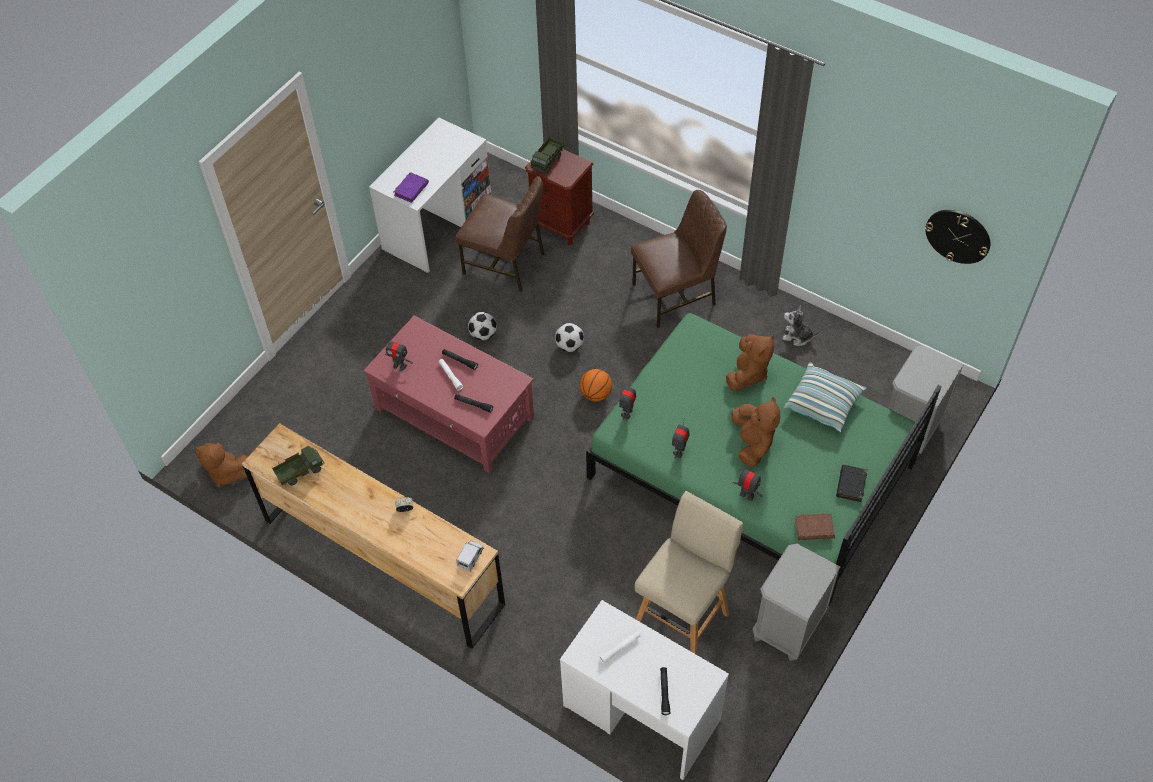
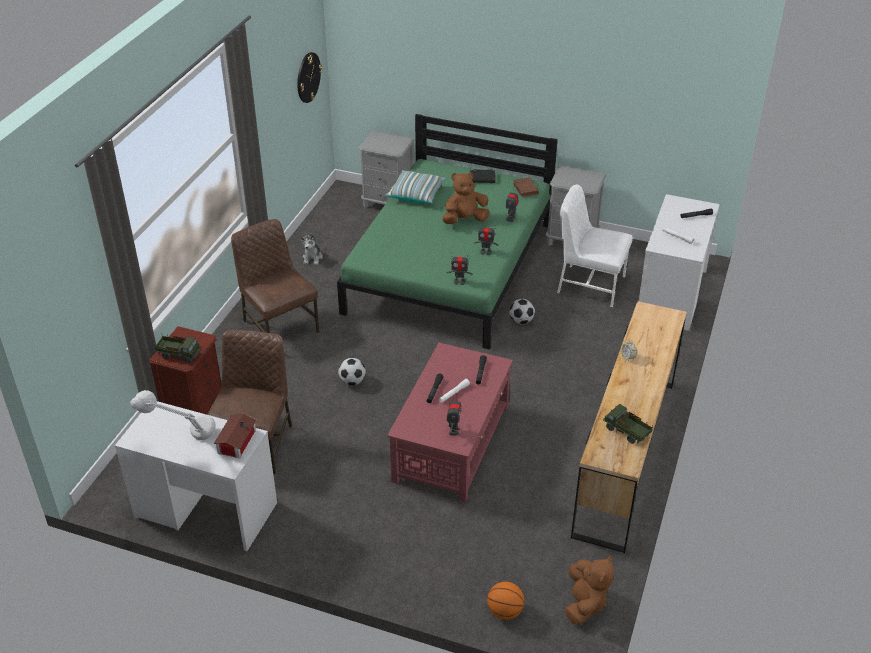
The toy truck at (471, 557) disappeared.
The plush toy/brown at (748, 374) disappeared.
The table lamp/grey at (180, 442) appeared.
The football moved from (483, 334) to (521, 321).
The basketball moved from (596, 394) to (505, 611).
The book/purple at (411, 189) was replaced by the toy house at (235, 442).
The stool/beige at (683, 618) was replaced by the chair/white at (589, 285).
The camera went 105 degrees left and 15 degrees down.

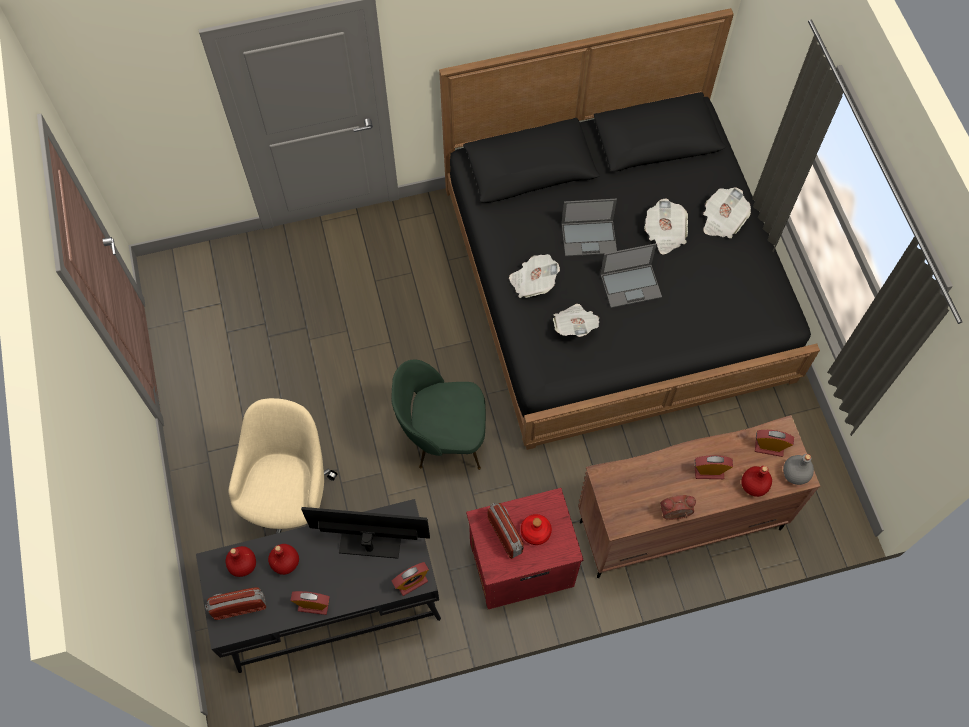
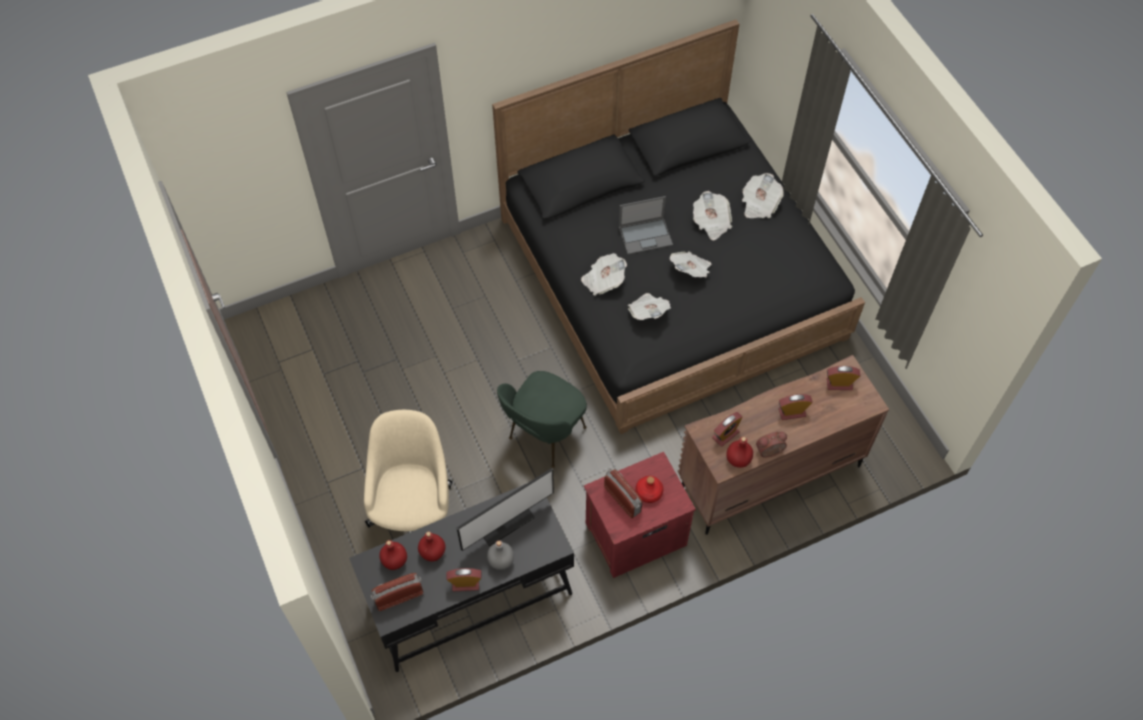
The alarm clock moved from (411, 582) to (725, 435).
The bottle/red moved from (753, 486) to (738, 459).
The bottle/grey moved from (794, 475) to (501, 561).
The laptop at (631, 285) was replaced by the newspaper at (691, 270).
The monitor at (370, 542) turned 150 degrees clockwise.
The chair/green at (443, 440) turned 45 degrees counterclockwise.
The camera went 10 degrees left and 5 degrees down.

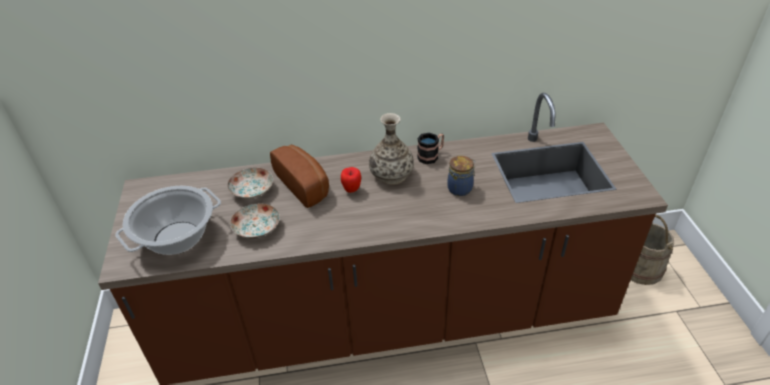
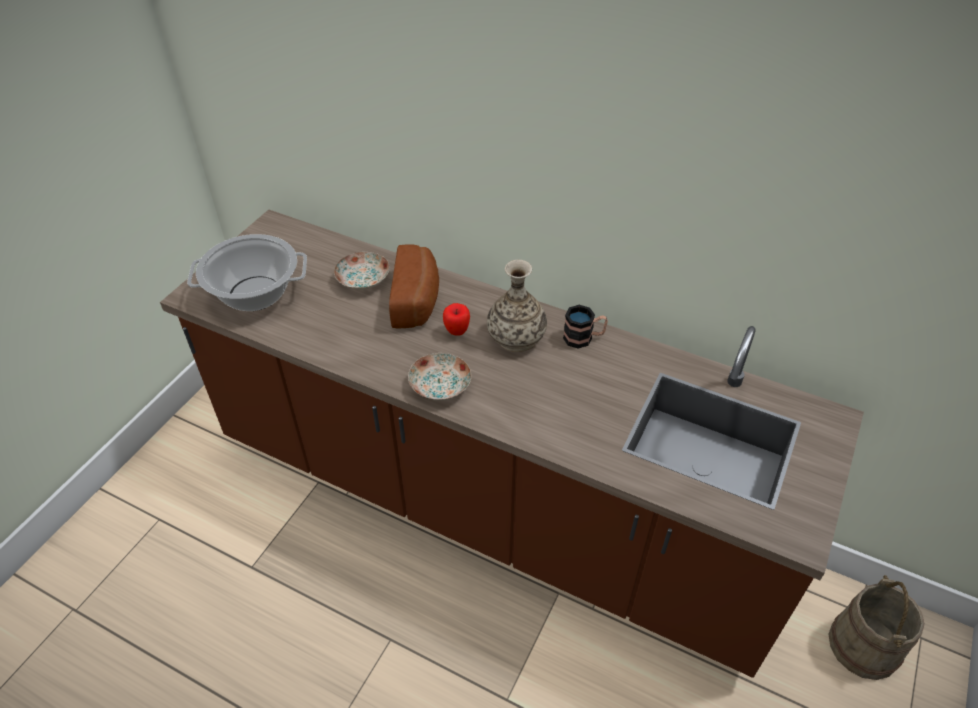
The jar at (461, 188) disappeared.
The plate moved from (256, 229) to (439, 386).
The camera went 35 degrees right and 5 degrees up.

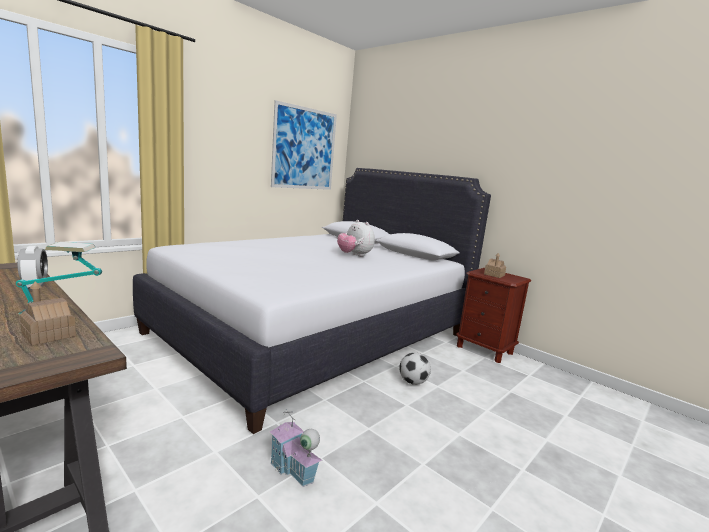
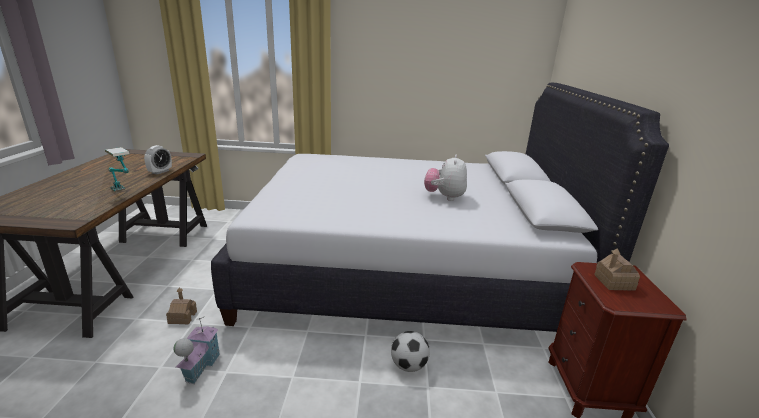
The picture at (304, 149) disappeared.
The toy house moved from (49, 335) to (182, 317).
The camera went 50 degrees right and 10 degrees up.

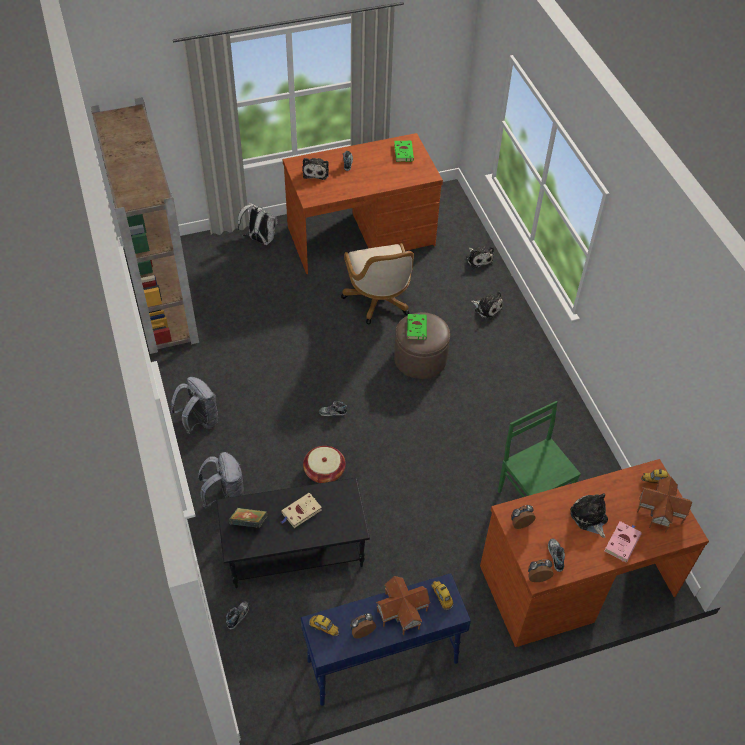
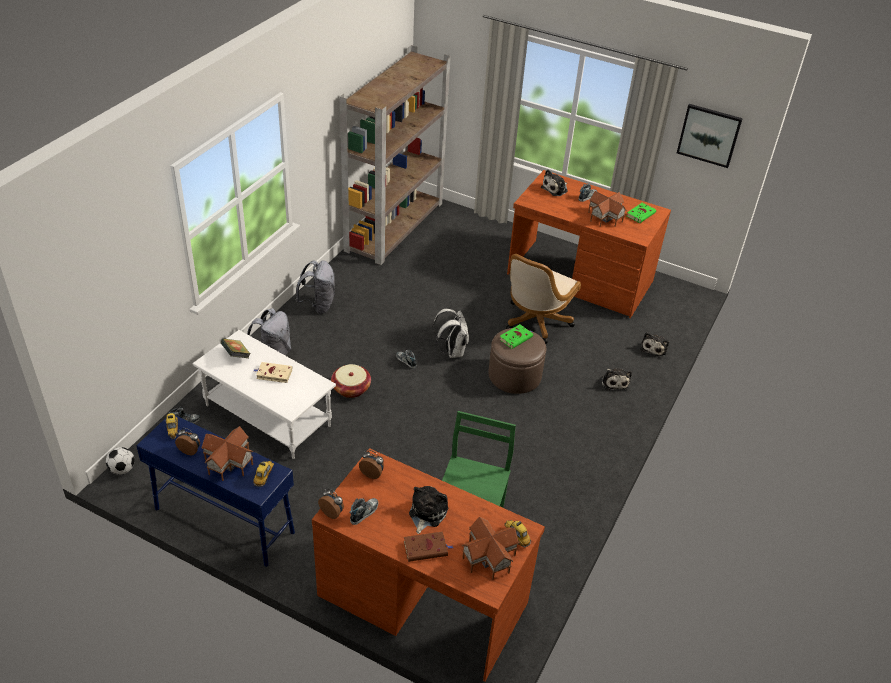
The football at (122, 469) appeared.
The toy house at (606, 217) appeared.
The picture at (709, 135) appeared.
The backpack/white moved from (260, 240) to (452, 351).
The coffee table/black at (295, 549) became the coffee table/white at (269, 415).
The book/pink at (622, 542) became the book/brown at (426, 548).
The camera went 45 degrees right and 10 degrees down.

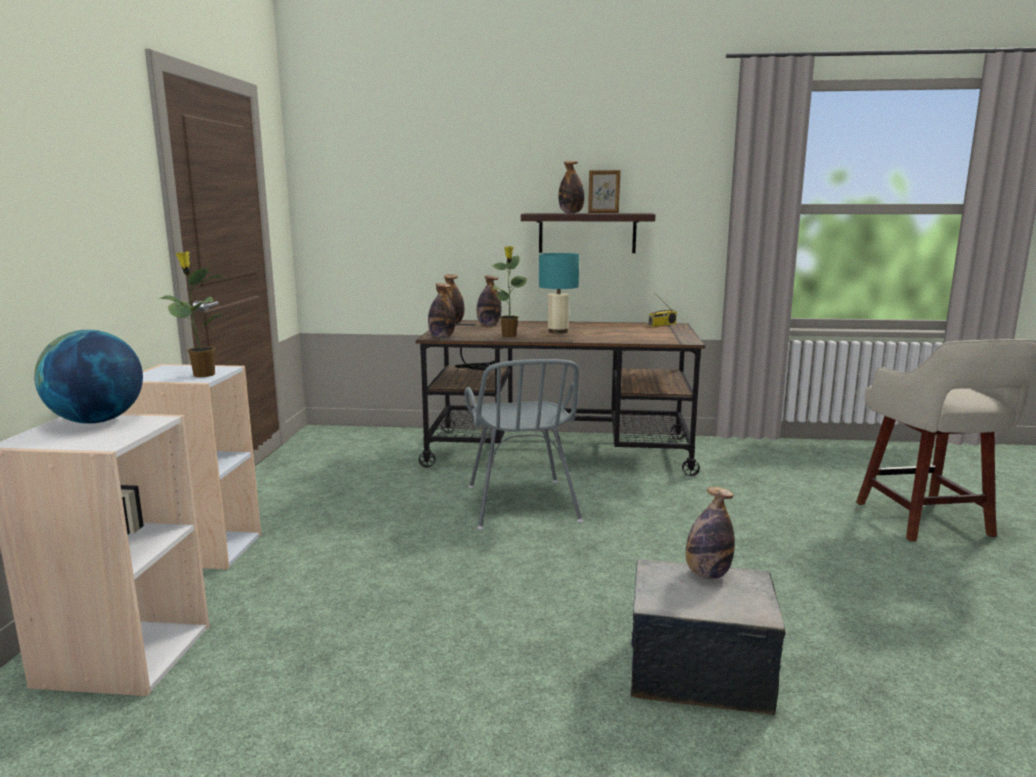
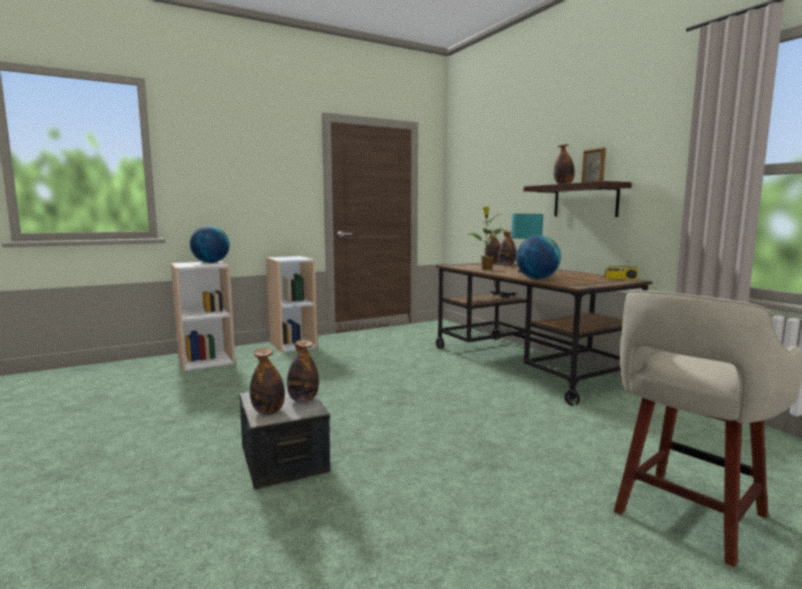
The potted plant at (202, 375) disappeared.
The chair/grey at (522, 505) disappeared.
The globe at (536, 278) appeared.
The bottle moved from (441, 337) to (268, 412).
The camera went 55 degrees right and 5 degrees down.

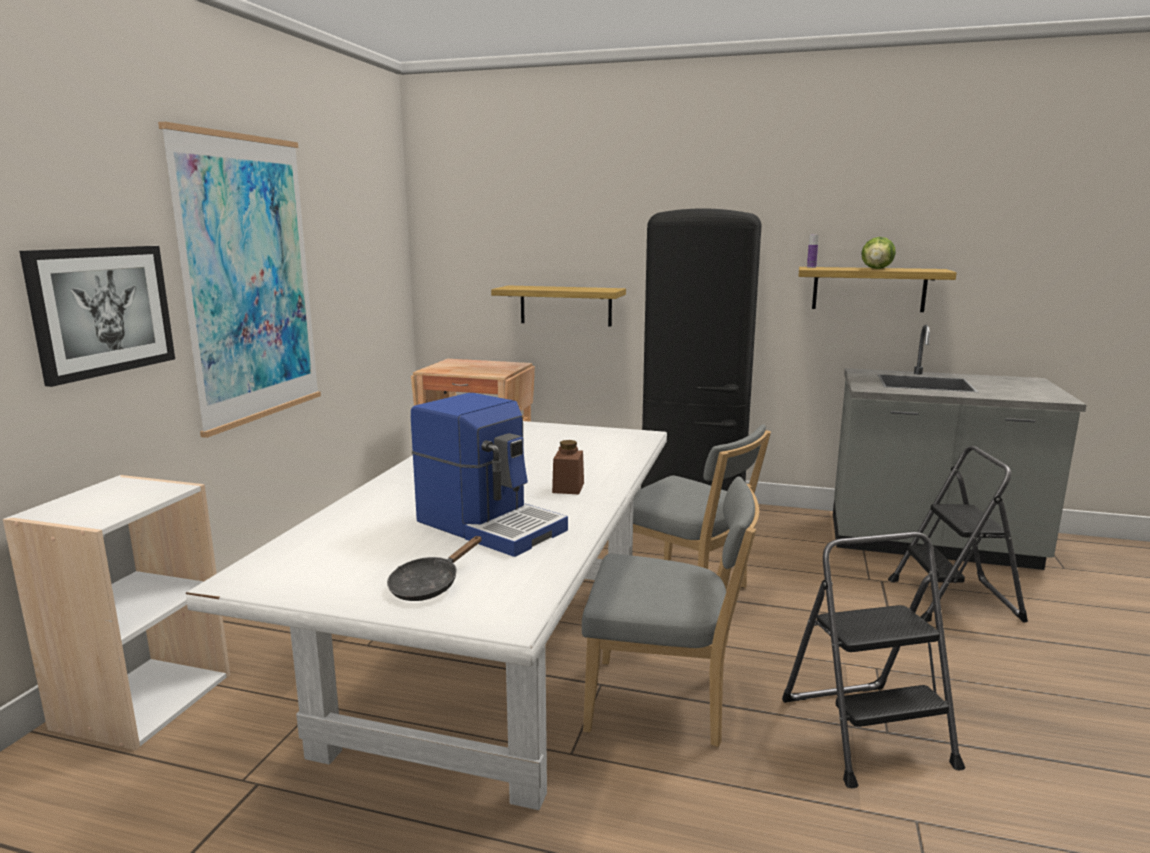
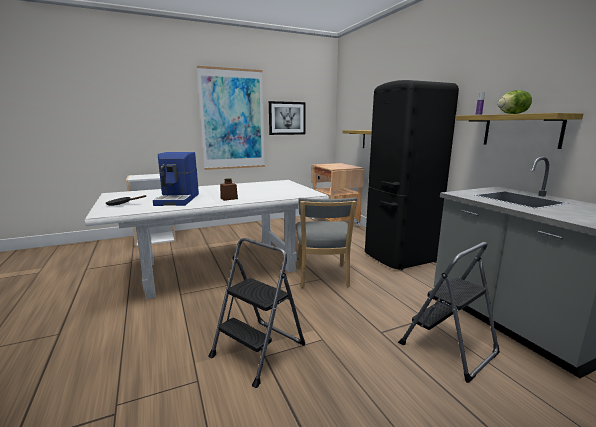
The chair/grey at (665, 703) disappeared.
The picture moved from (102, 311) to (287, 118).
The camera went 50 degrees right and 0 degrees up.

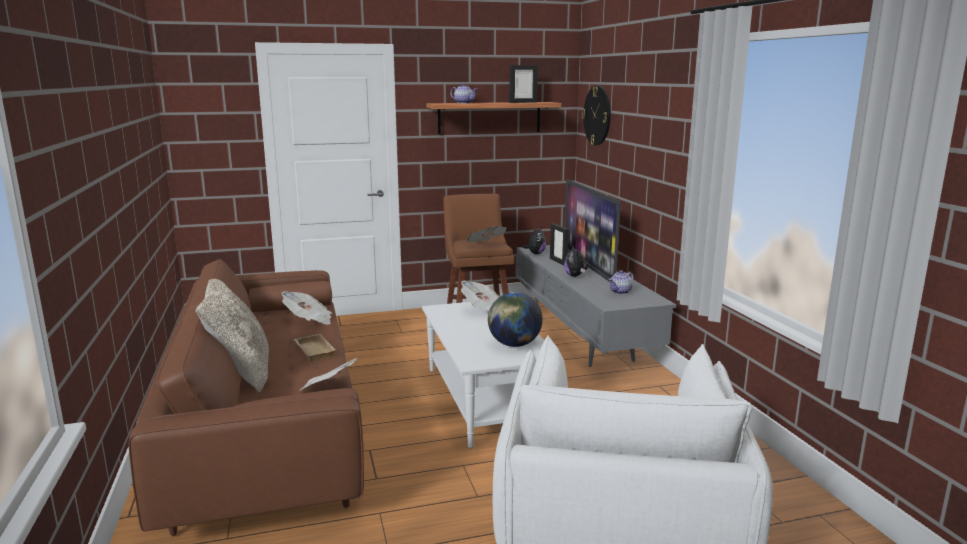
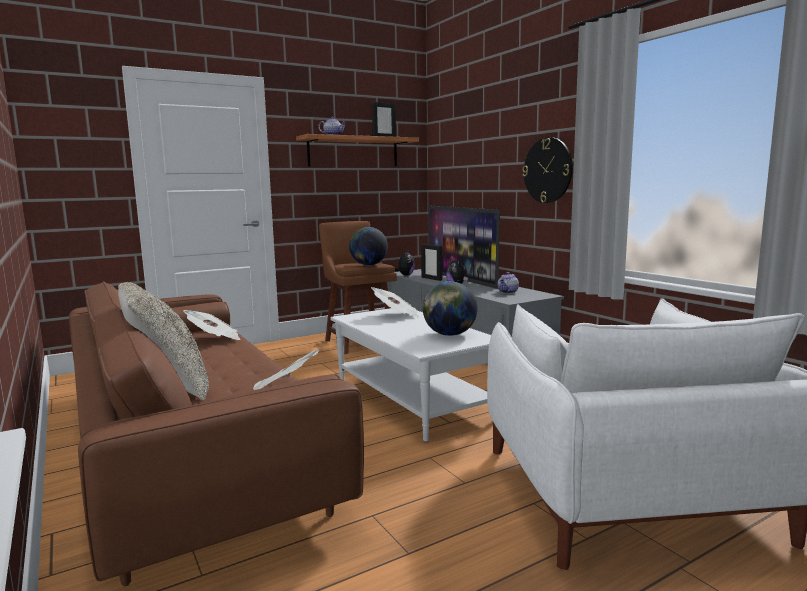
The tray/beige at (313, 351) disappeared.
The wall clock moved from (597, 115) to (548, 170).
The newspaper at (486, 245) was replaced by the globe at (368, 265).
The camera went 15 degrees left and 5 degrees down.

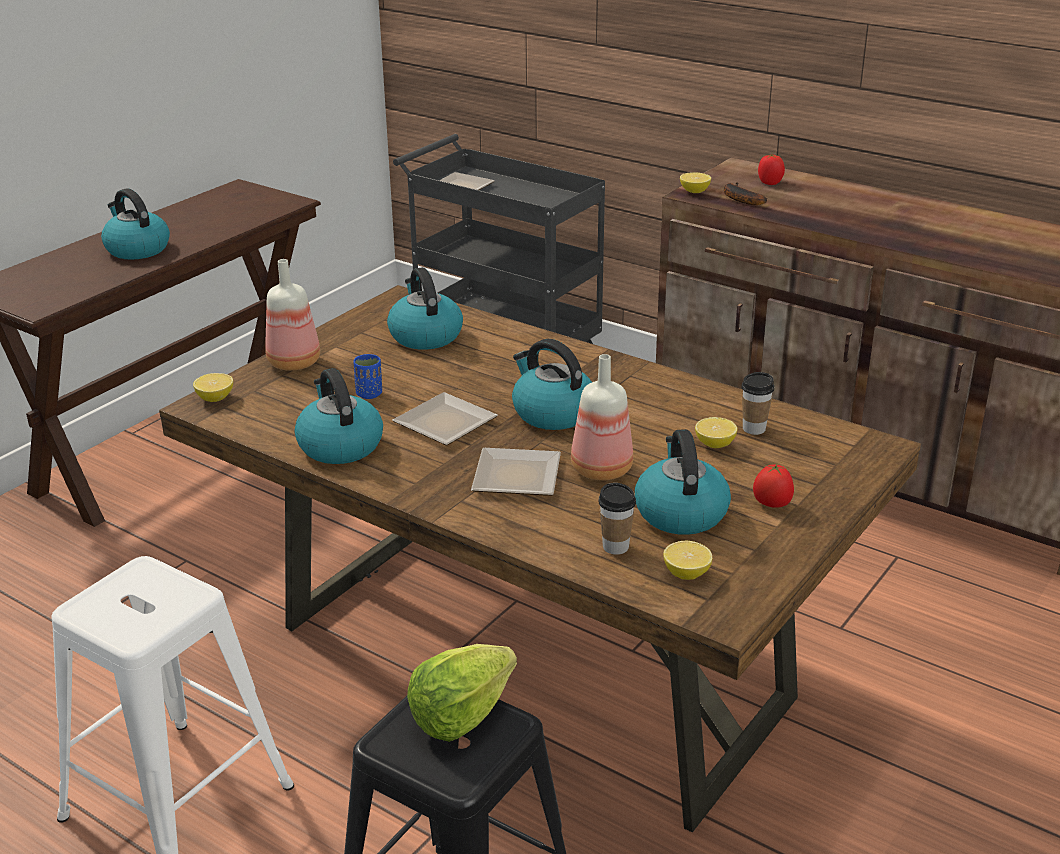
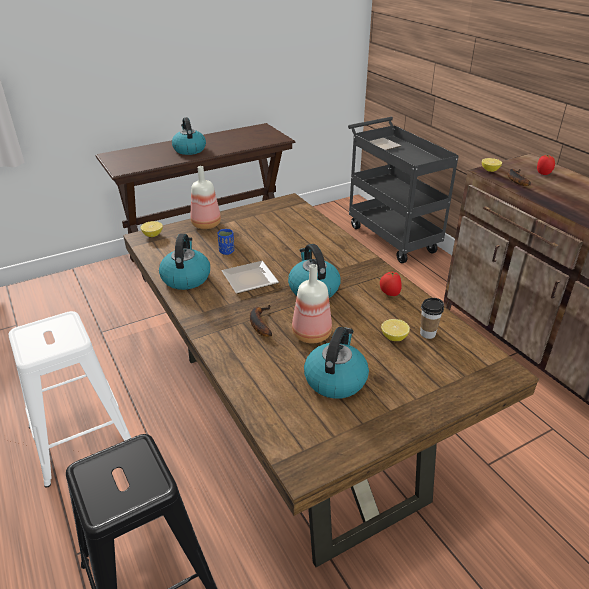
The kettle at (425, 335) disappeared.
The lettuce at (461, 715) disappeared.
The cup at (615, 547) disappeared.
The lemon at (686, 573) disappeared.
The tomato moved from (771, 505) to (389, 294).
The plate at (514, 475) was replaced by the banana at (259, 323).
The camera went 25 degrees right and 5 degrees up.

